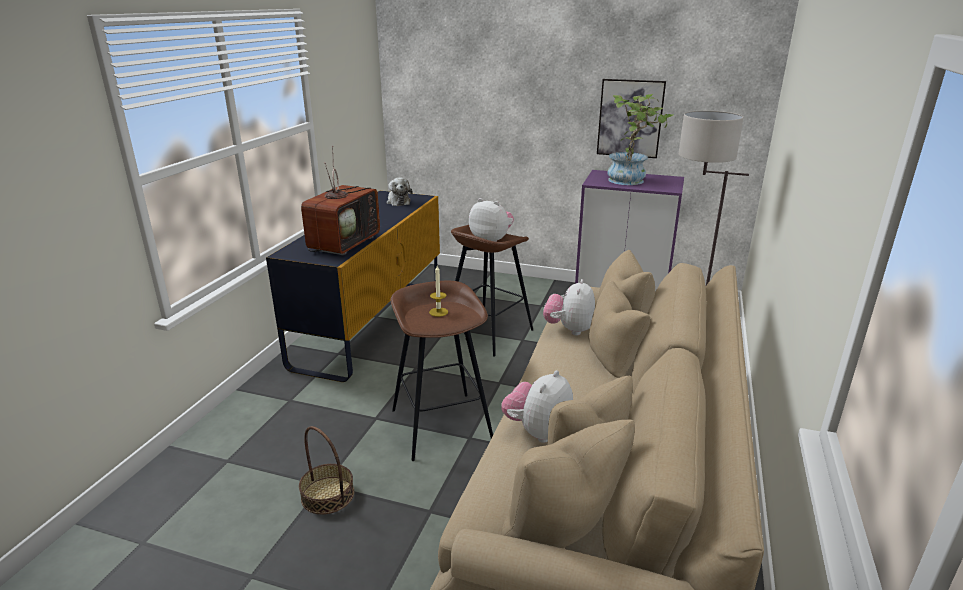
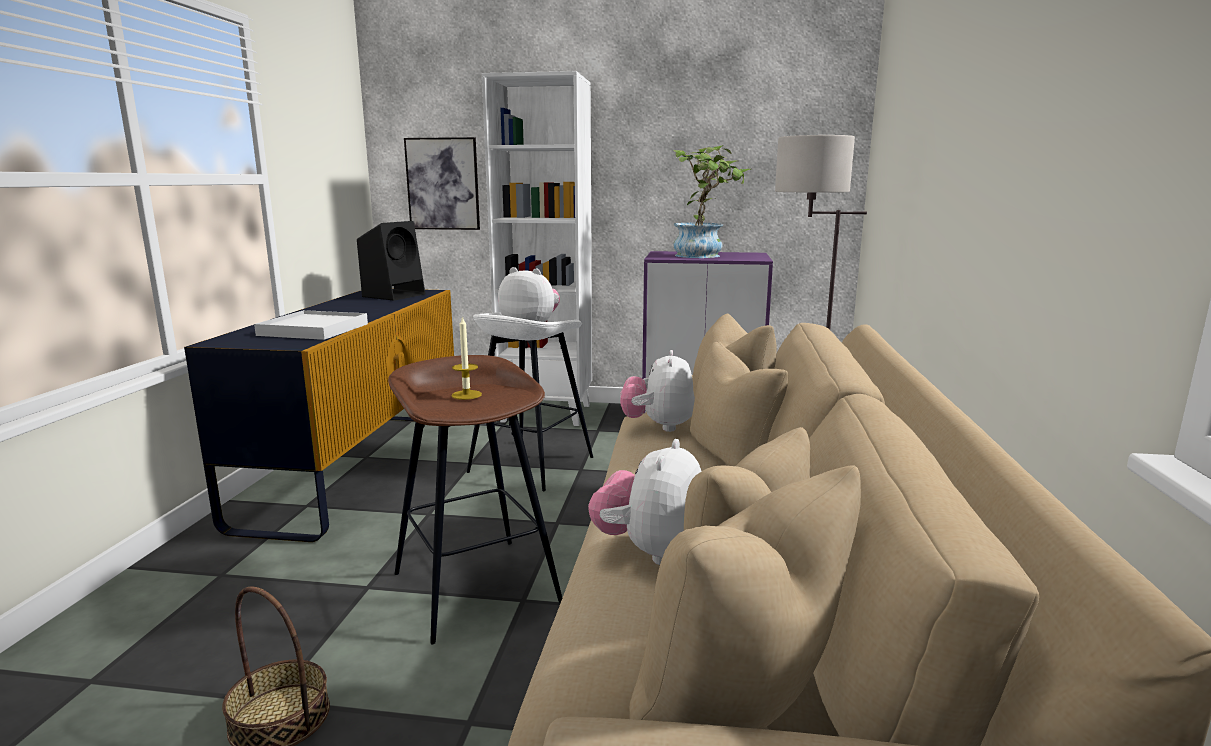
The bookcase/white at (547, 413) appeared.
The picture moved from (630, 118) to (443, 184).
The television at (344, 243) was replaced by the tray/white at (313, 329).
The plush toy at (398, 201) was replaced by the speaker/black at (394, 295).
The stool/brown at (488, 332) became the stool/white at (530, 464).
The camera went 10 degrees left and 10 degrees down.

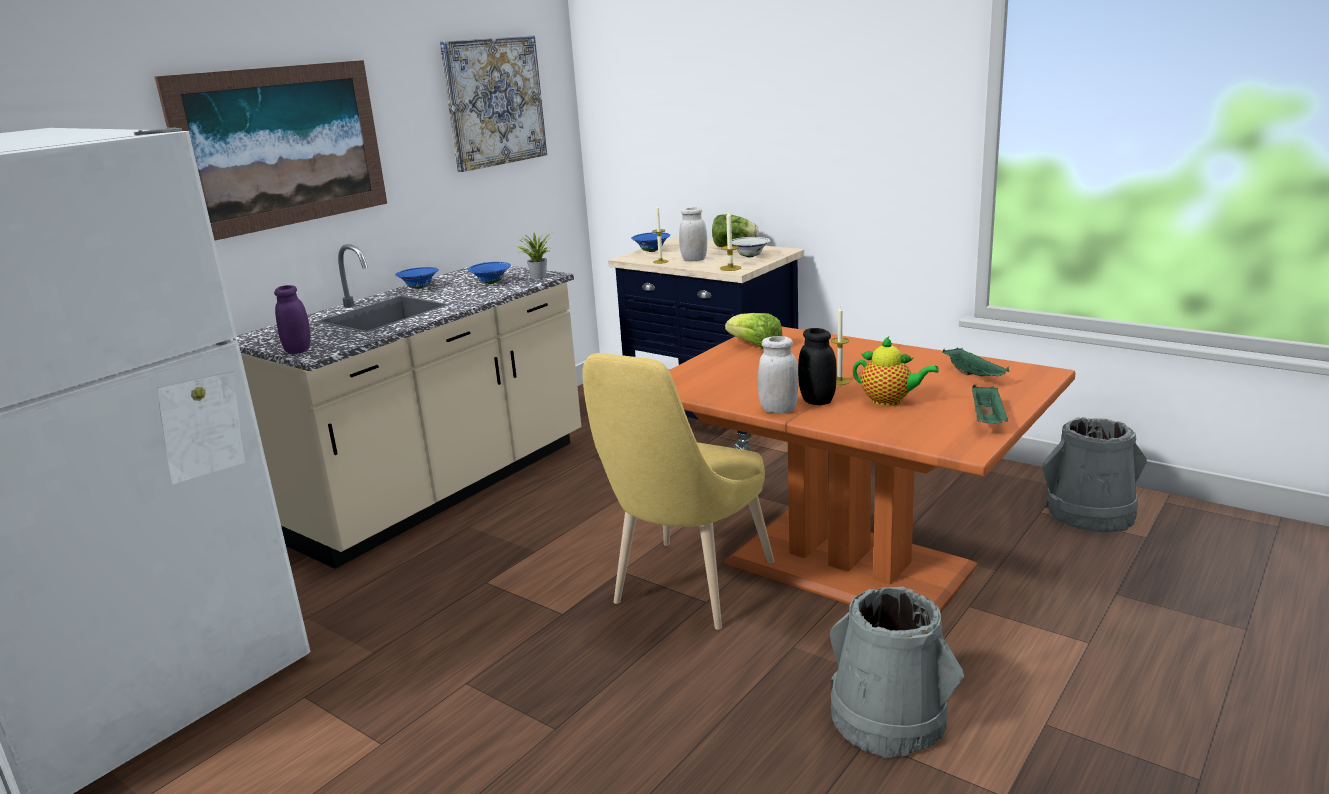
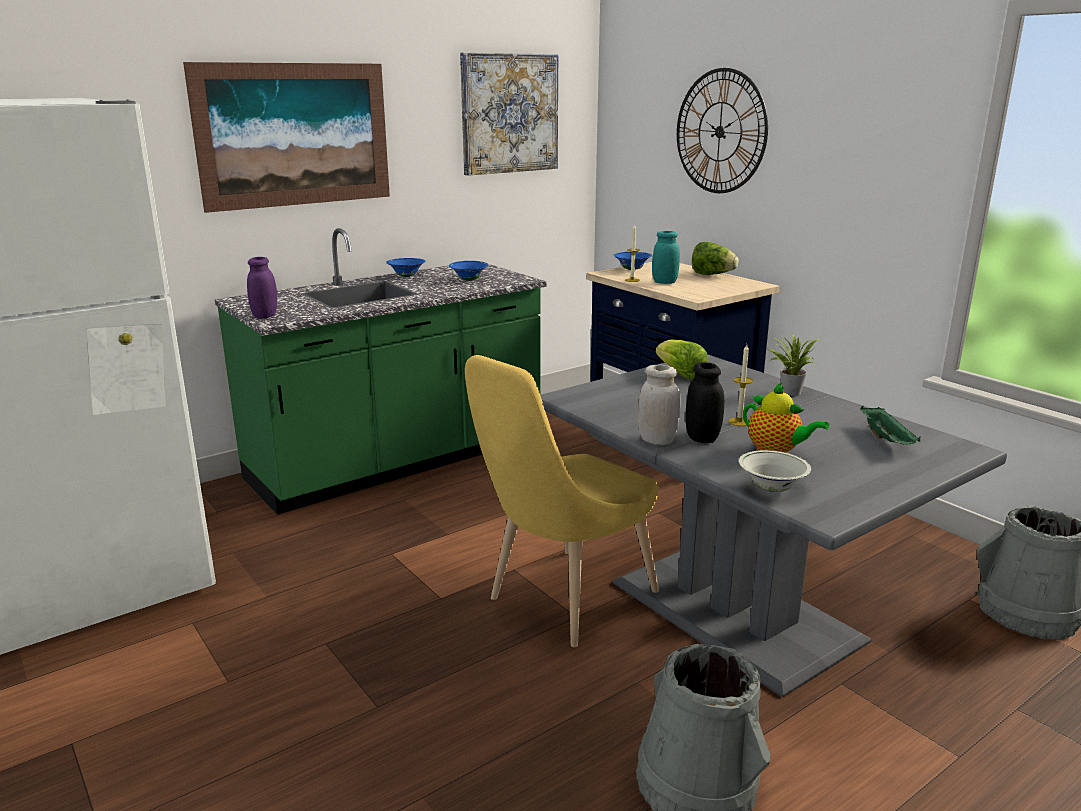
The candle at (730, 268) disappeared.
The tray/green at (987, 420) disappeared.
The wall clock at (720, 132) appeared.
The potted plant moved from (537, 277) to (789, 391).
The bowl/white moved from (750, 256) to (771, 488).
The counter/beige at (441, 489) became the counter/green at (398, 462).
The dining table/orange at (848, 566) became the dining table/grey at (733, 612).
The jar/white at (694, 260) became the jar/turquoise at (664, 282).
The camera went 15 degrees right and 0 degrees up.

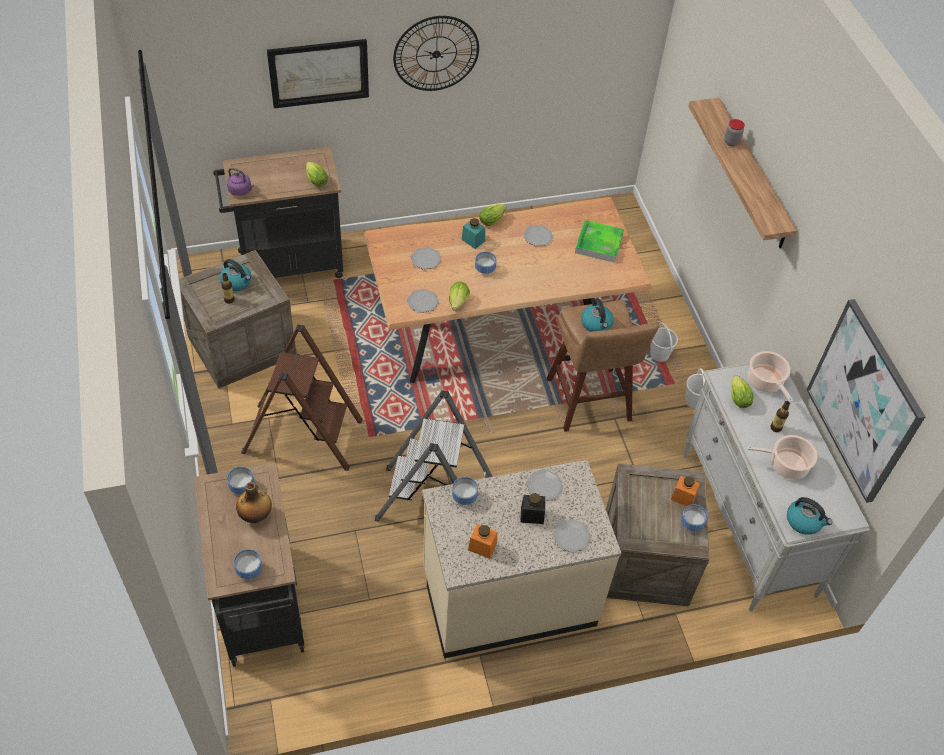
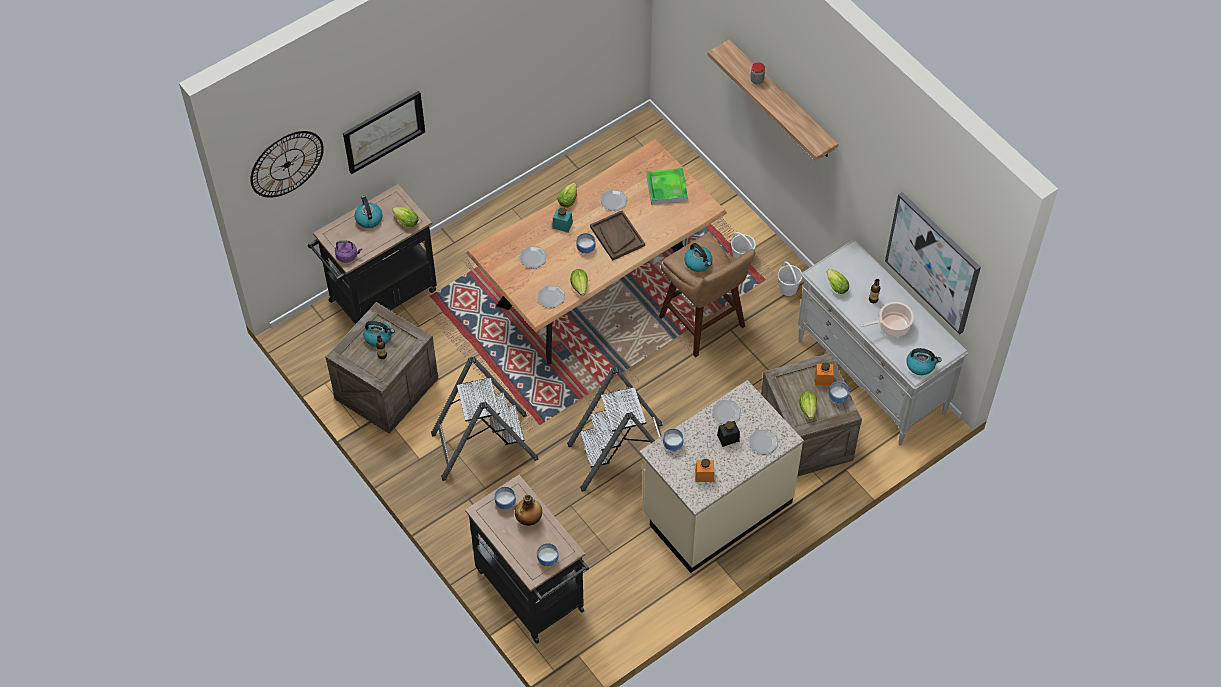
The cooking pot at (766, 382) disappeared.
The kettle at (368, 218) appeared.
The tray/brown at (617, 236) appeared.
The lettuce at (808, 410) appeared.
The wall clock moved from (436, 54) to (287, 164).
The step ladder/brown at (301, 435) became the step ladder/grey at (483, 445).
The camera went 20 degrees left and 5 degrees up.

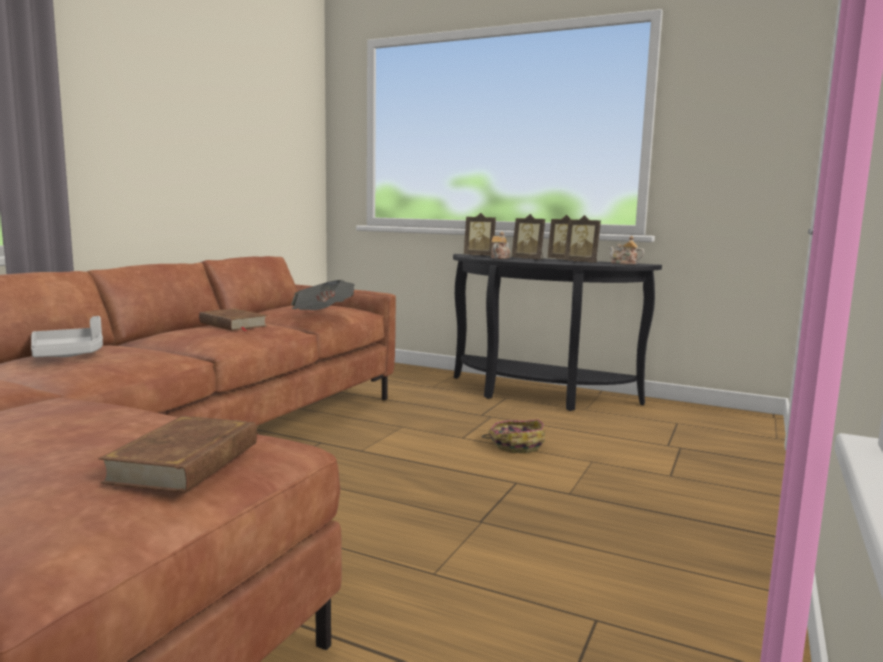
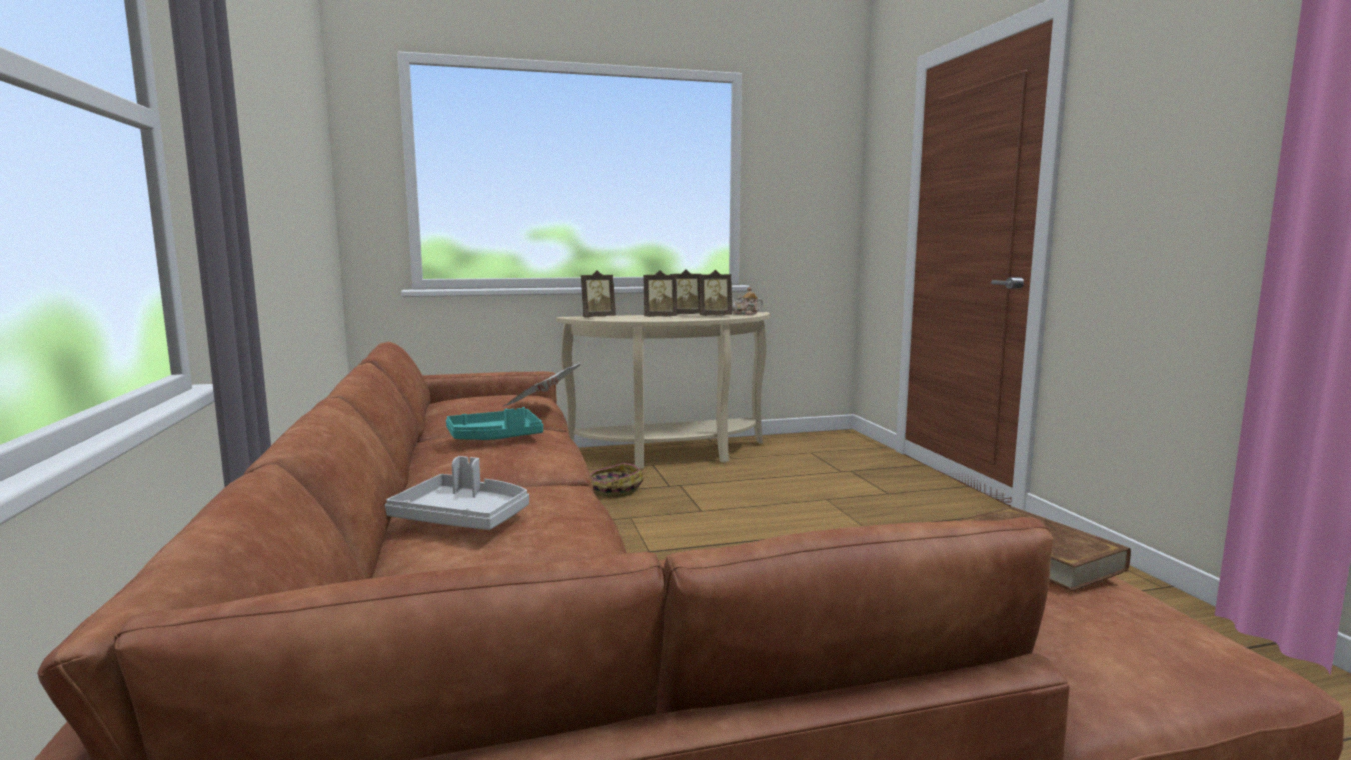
The teapot at (499, 258) disappeared.
The basket moved from (516, 445) to (614, 490).
The book/brown at (233, 324) was replaced by the tray/turquoise at (495, 438).
The console table/black at (536, 396) became the console table/beige at (673, 456).
The camera went 40 degrees left and 0 degrees up.

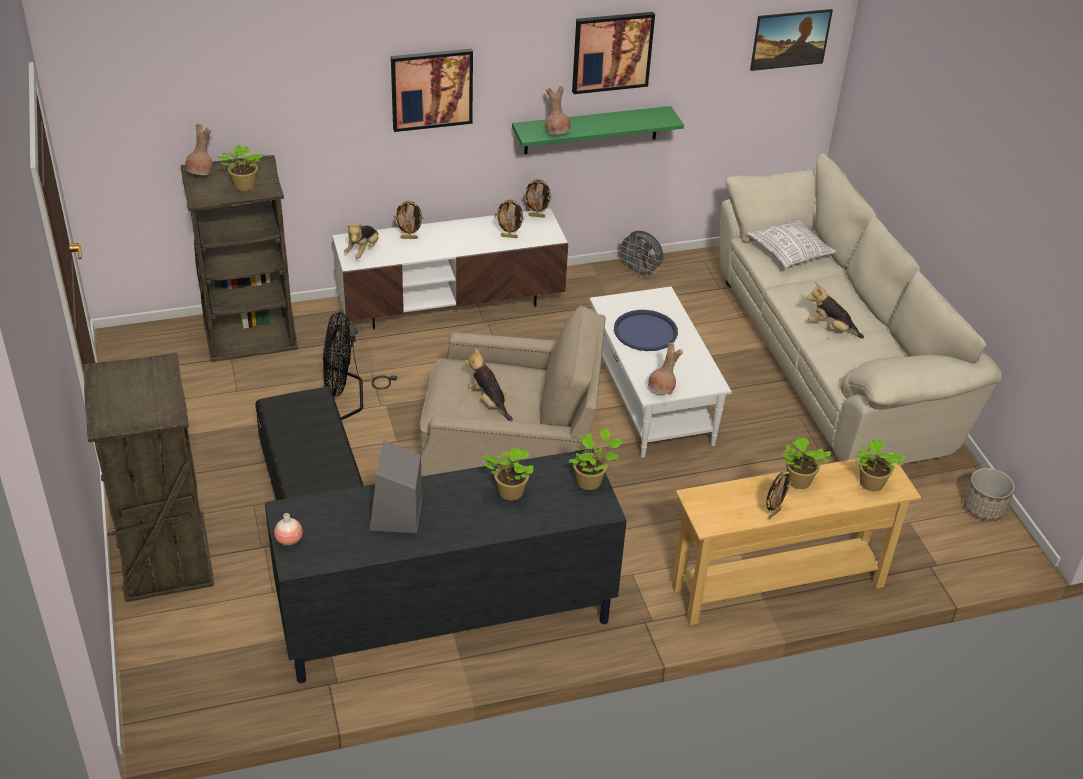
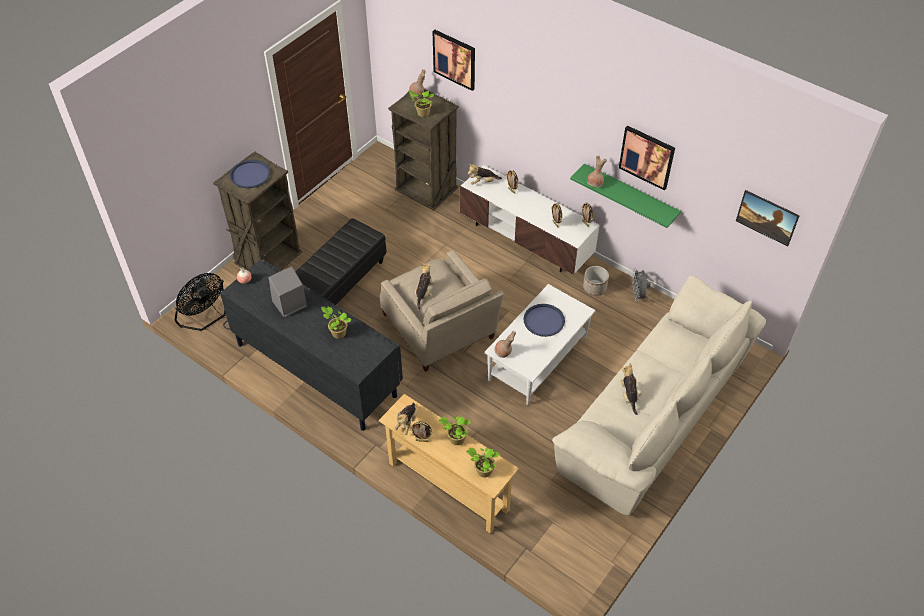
The potted plant at (591, 482) disappeared.
The pillow at (790, 252) disappeared.
The tray/blue at (250, 174) appeared.
The plush toy at (407, 422) appeared.
The fan/black moved from (348, 393) to (211, 317).
The picture moved from (431, 89) to (454, 59).
The planter moved from (984, 508) to (594, 288).
The camera went 55 degrees right and 10 degrees up.

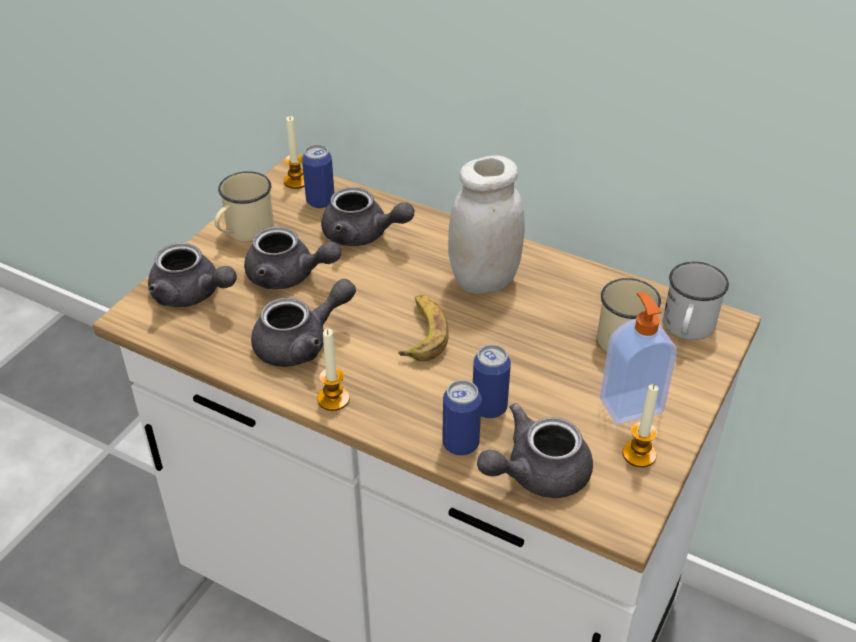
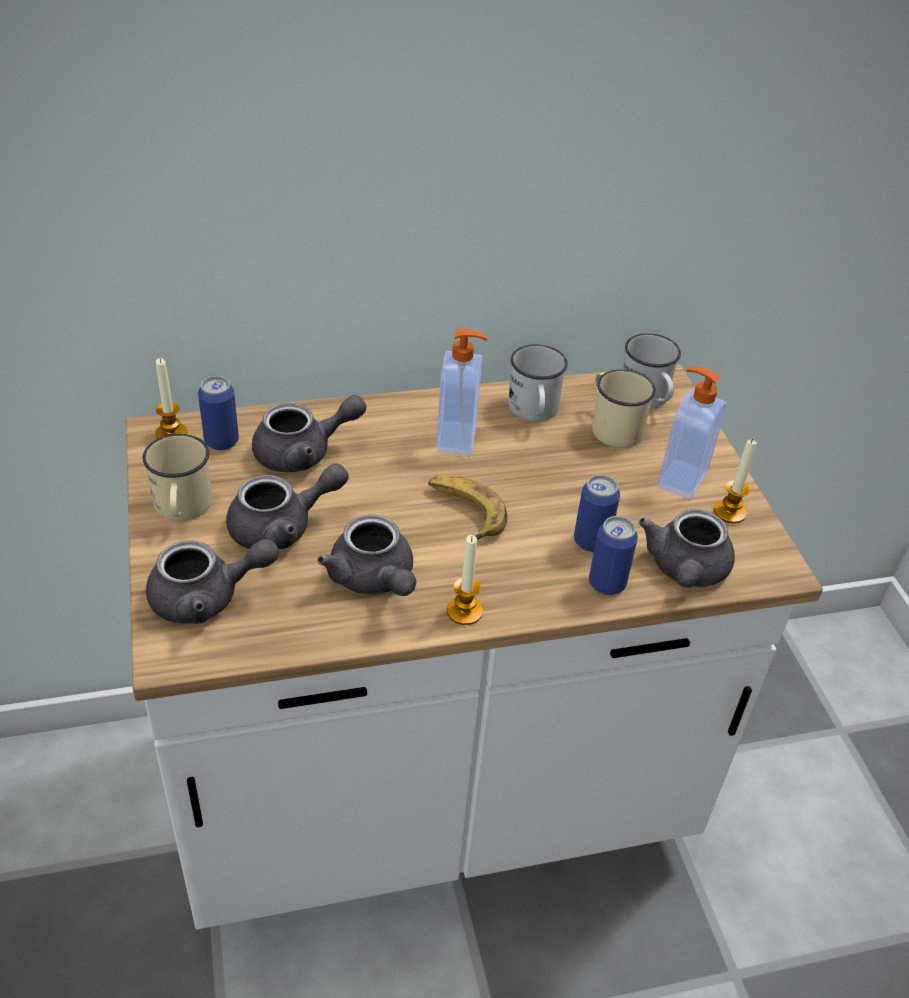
The mug/white at (534, 411) appeared.
The jar/white at (484, 280) was replaced by the soap dispenser at (458, 439).
The teapot/grey at (302, 343) turned 135 degrees clockwise.
The camera went 45 degrees left and 0 degrees up.

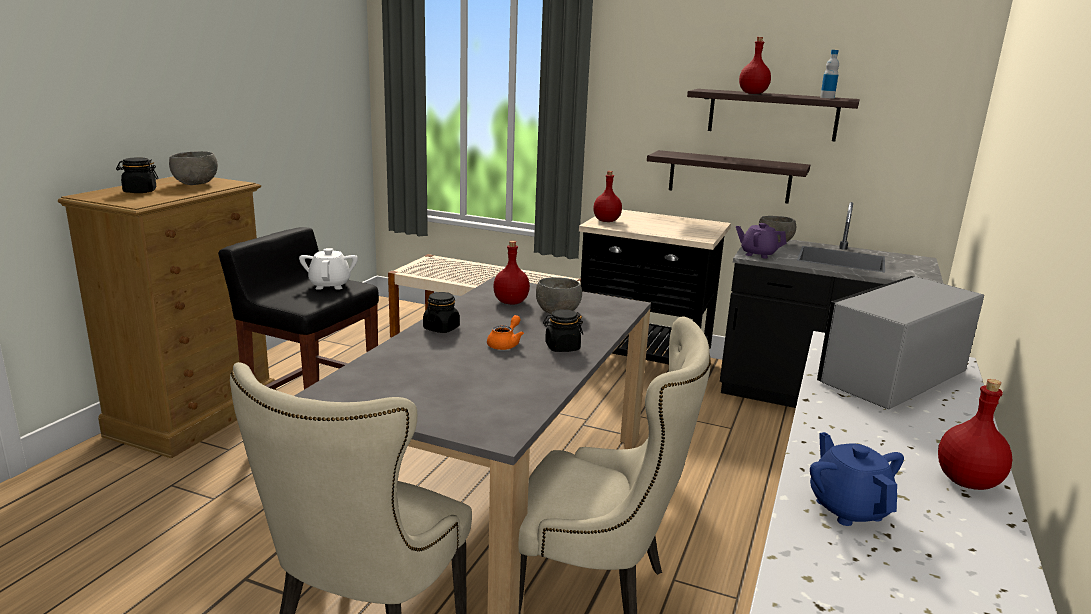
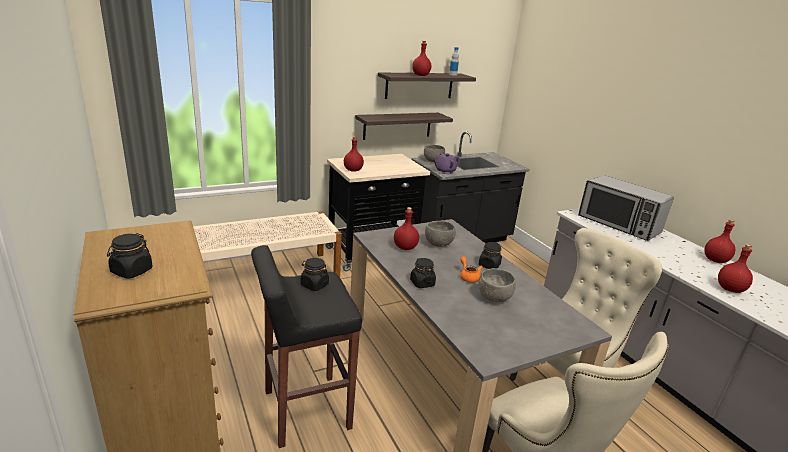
The bowl/grey moved from (195, 184) to (493, 298).
The teapot/white at (330, 285) was replaced by the jar/black at (314, 285).
The teapot/blue at (848, 508) was replaced by the bottle/red at (730, 289).
The microwave at (891, 377) turned 45 degrees counterclockwise.
The camera went 50 degrees left and 5 degrees up.

